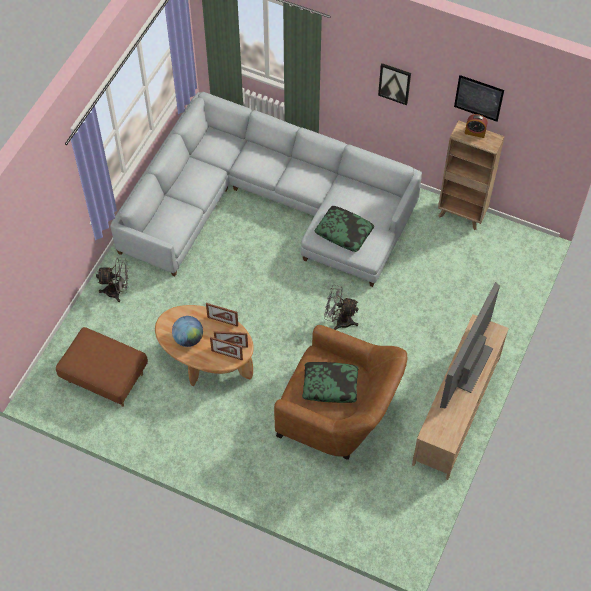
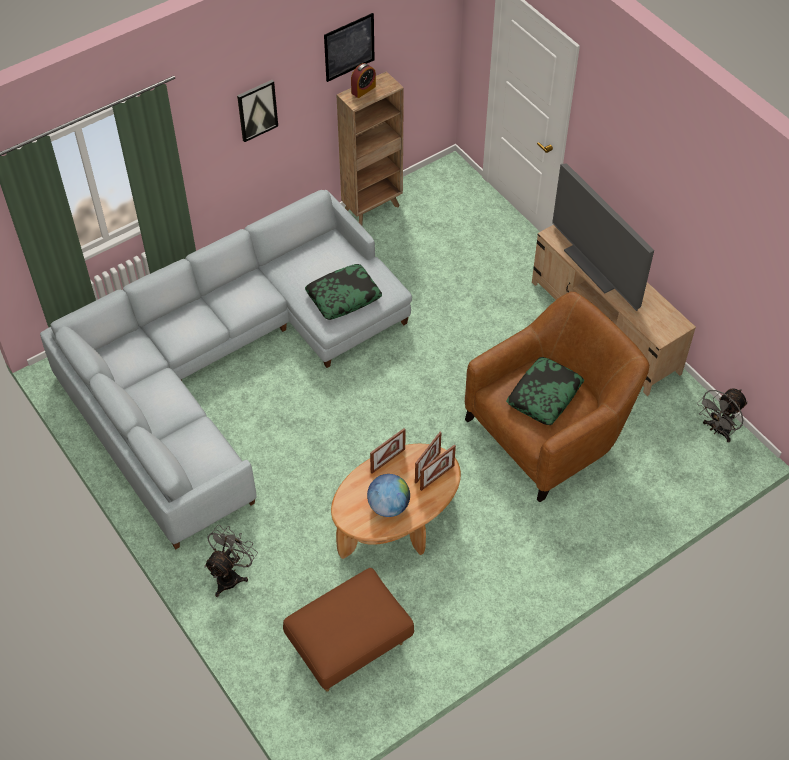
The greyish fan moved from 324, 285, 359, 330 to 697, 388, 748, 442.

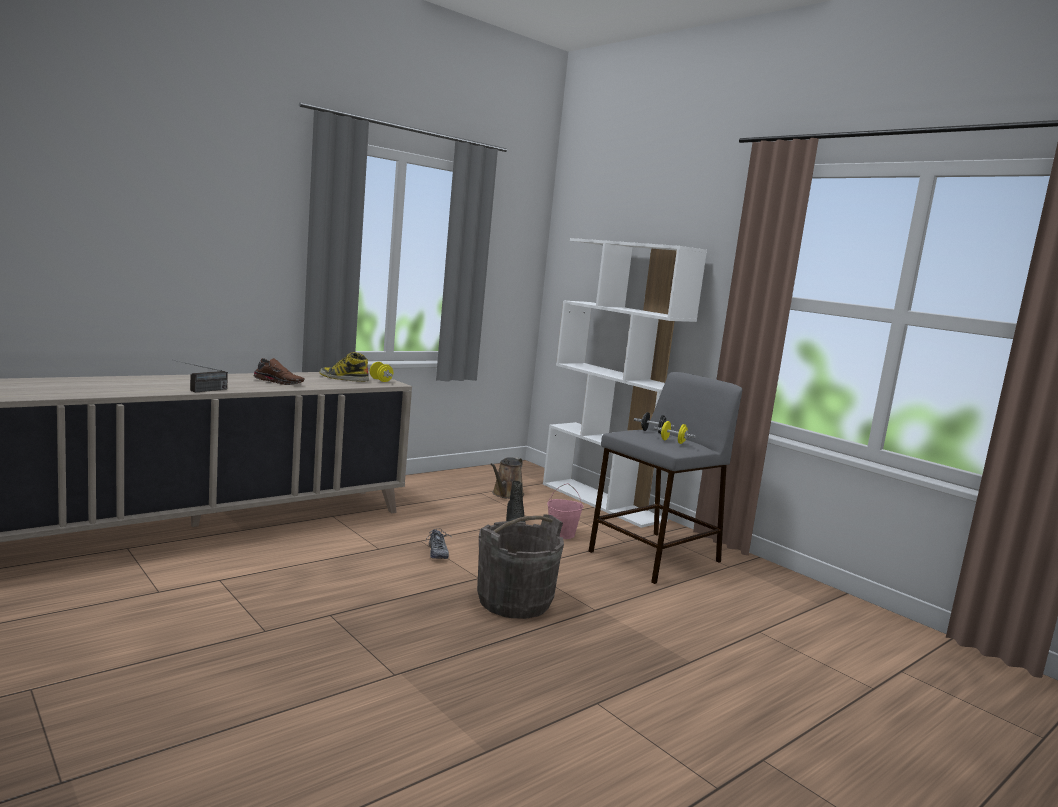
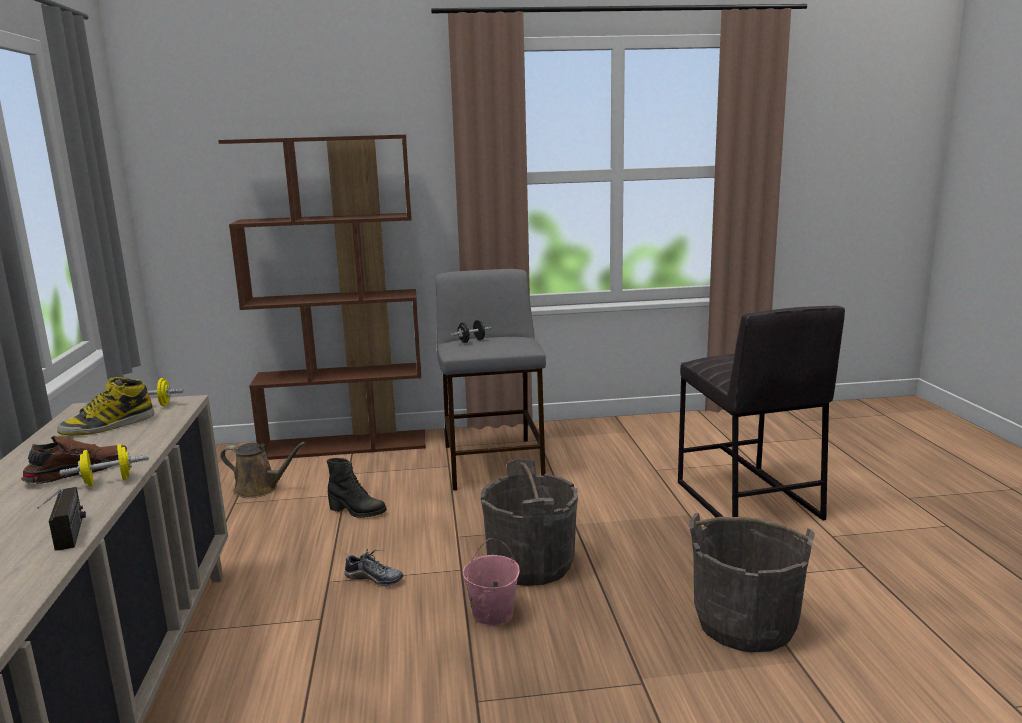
The brownish watering pot at 490, 457, 524, 499 turned 45 degrees counterclockwise.
The white bookshelf at 543, 238, 707, 528 became the brownish bookshelf at 218, 135, 426, 460.
The pink water bucket moved from 547, 484, 584, 539 to 463, 538, 520, 626.
The yellow dumbbell moved from 654, 421, 696, 444 to 60, 444, 149, 487.
The greyish stool seat at 678, 306, 845, 521 appeared.
The greyish water bucket at 689, 513, 815, 652 appeared.

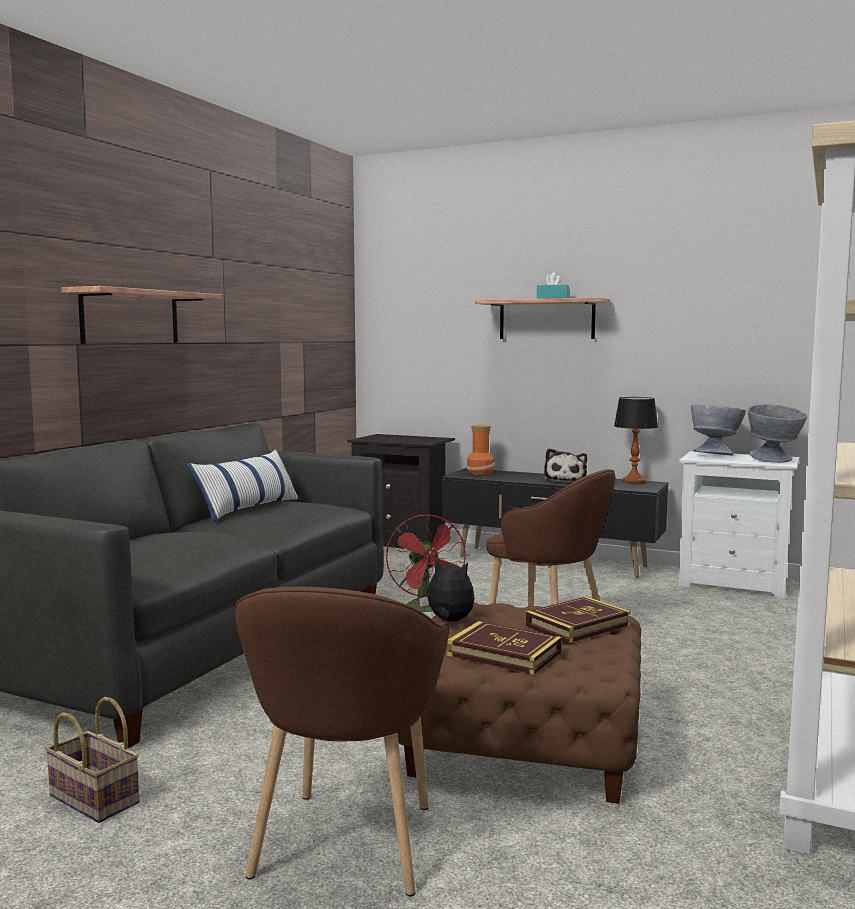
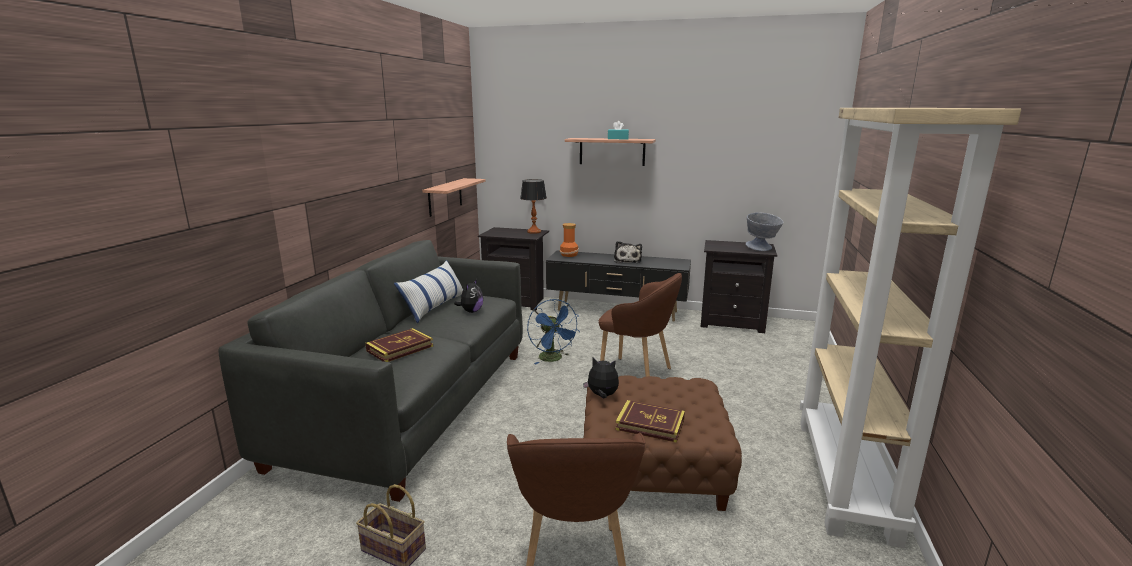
The bracket shelf moved from 61, 286, 222, 344 to 422, 178, 486, 217.
The red fan at 386, 514, 467, 612 became the bluish fan at 527, 299, 580, 364.
The bound book moved from 525, 596, 631, 643 to 365, 328, 433, 362.
The tabletop lamp moved from 614, 397, 658, 484 to 520, 179, 547, 234.
The white night table at 678, 451, 799, 599 became the black night table at 701, 240, 777, 333.
The greyish serving bowl at 691, 404, 746, 455 disappeared.
The cuddly toy at 454, 279, 483, 313 appeared.

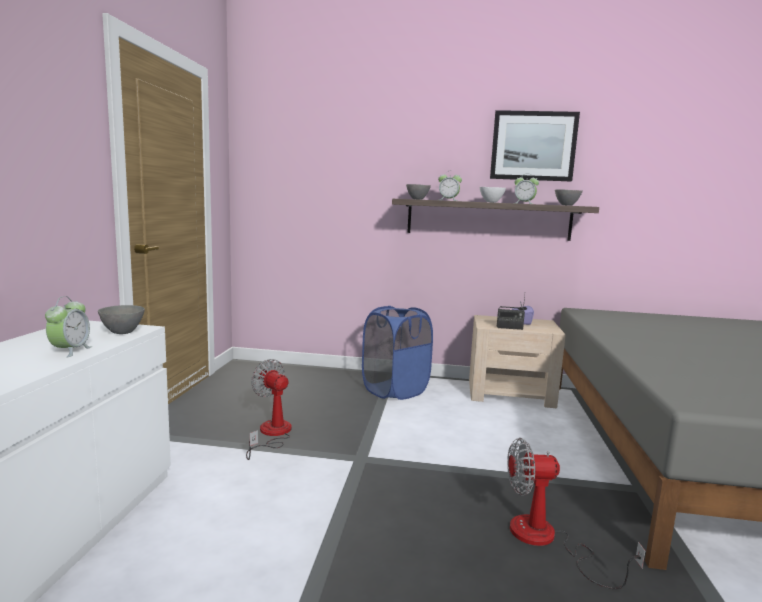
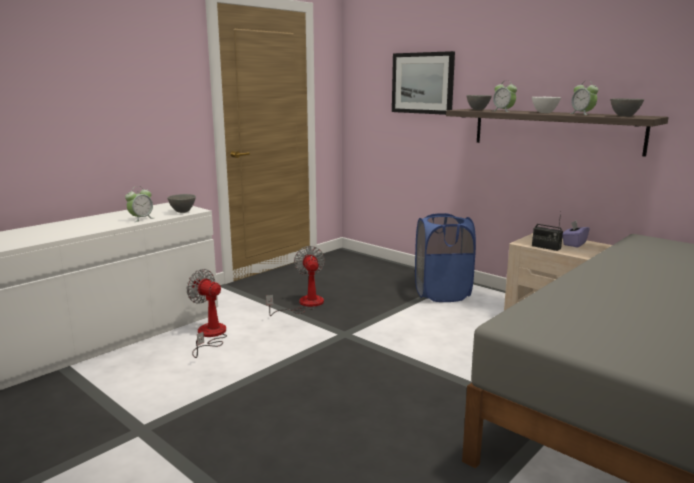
The wall art moved from 490, 110, 580, 181 to 392, 51, 455, 115.
The fan moved from 507, 438, 645, 589 to 186, 269, 227, 358.

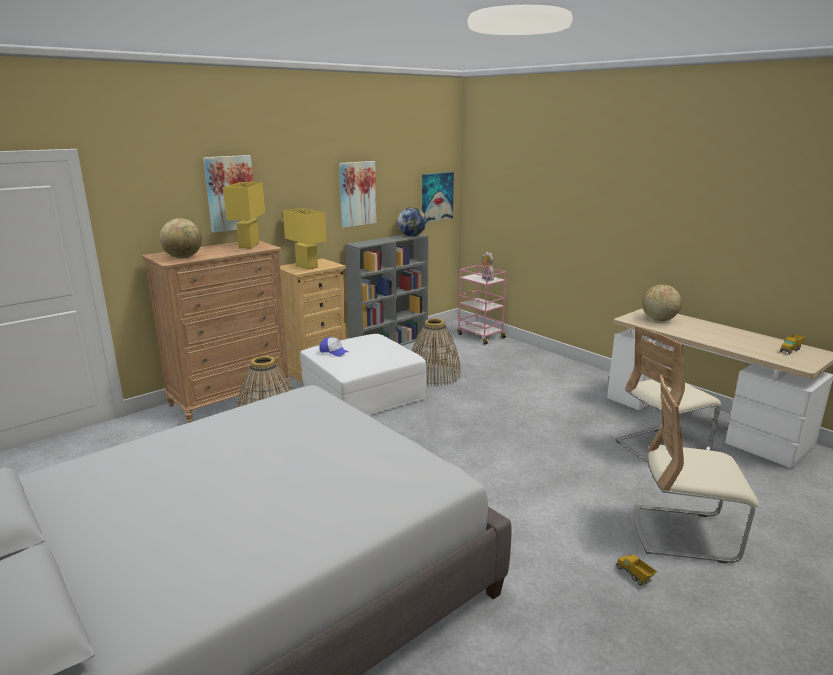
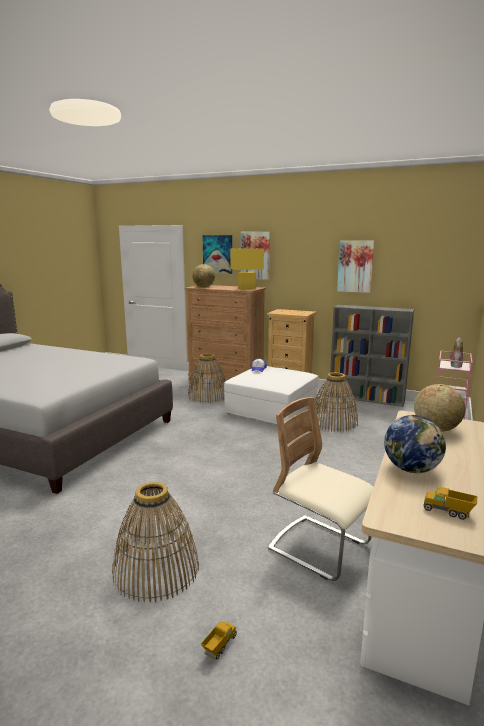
The yellow tabletop lamp at 283, 208, 326, 270 disappeared.
The world globe moved from 398, 207, 427, 236 to 384, 415, 446, 473.
The wall art moved from 422, 172, 454, 222 to 202, 235, 232, 274.
The toy truck moved from 616, 554, 657, 585 to 201, 621, 237, 660.
The sand-coloured plain chair at 634, 375, 759, 563 was replaced by the basket at 112, 482, 199, 603.

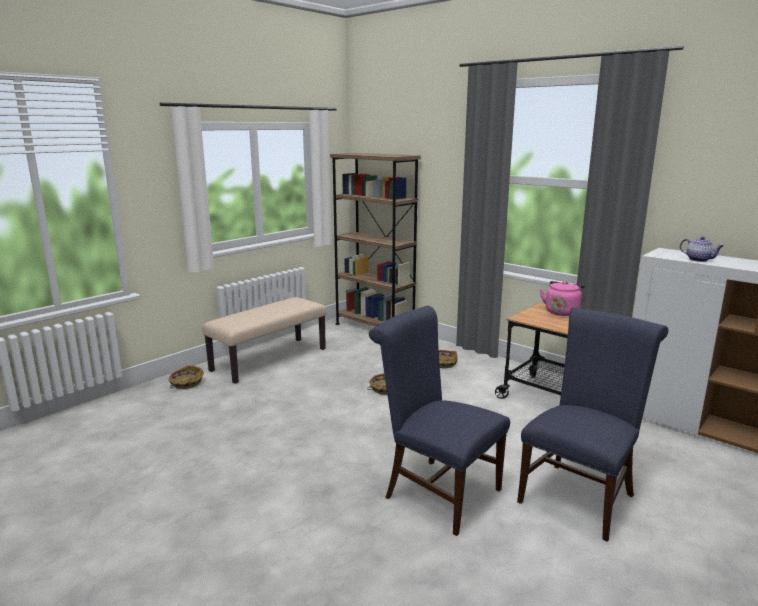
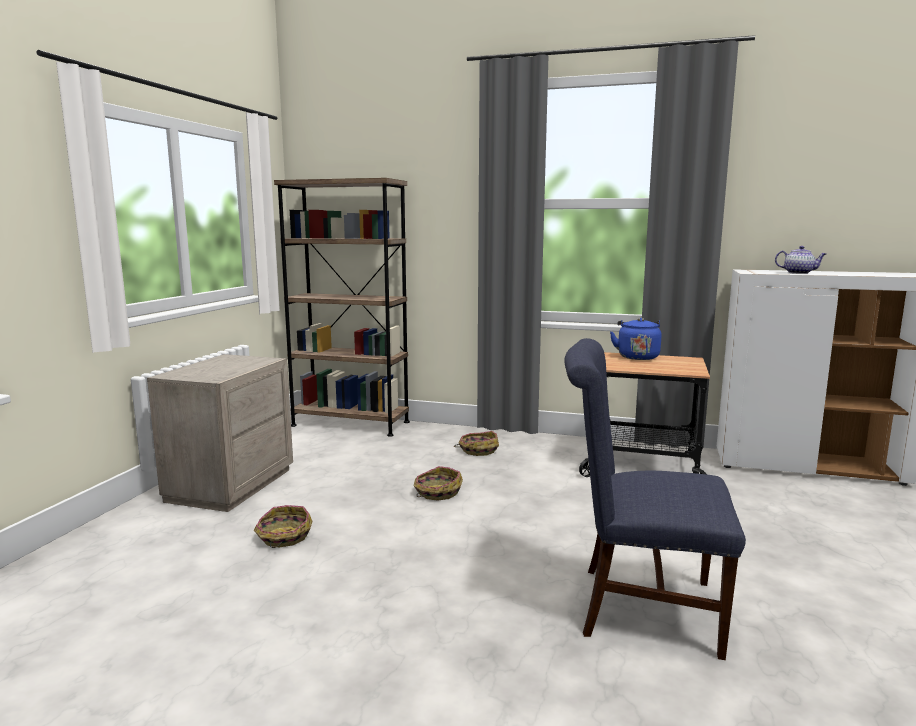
The basket moved from 168, 365, 204, 389 to 254, 505, 313, 548.
The sand-coloured bench at 202, 297, 327, 384 was replaced by the sand-coloured night table at 147, 354, 293, 512.
The bluish plain chair at 517, 307, 668, 542 disappeared.
The pink water kettle at 540, 281, 585, 316 became the bluish water kettle at 610, 318, 662, 360.

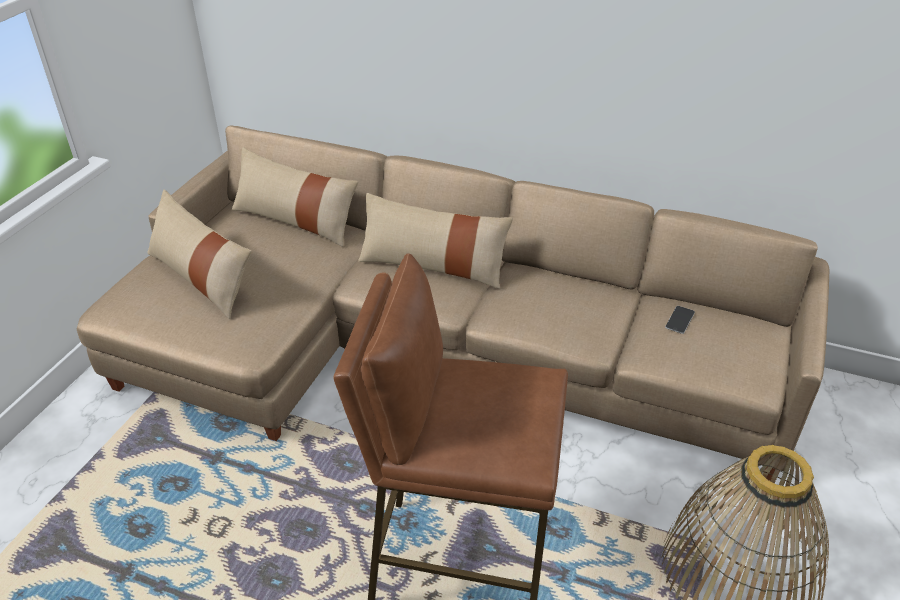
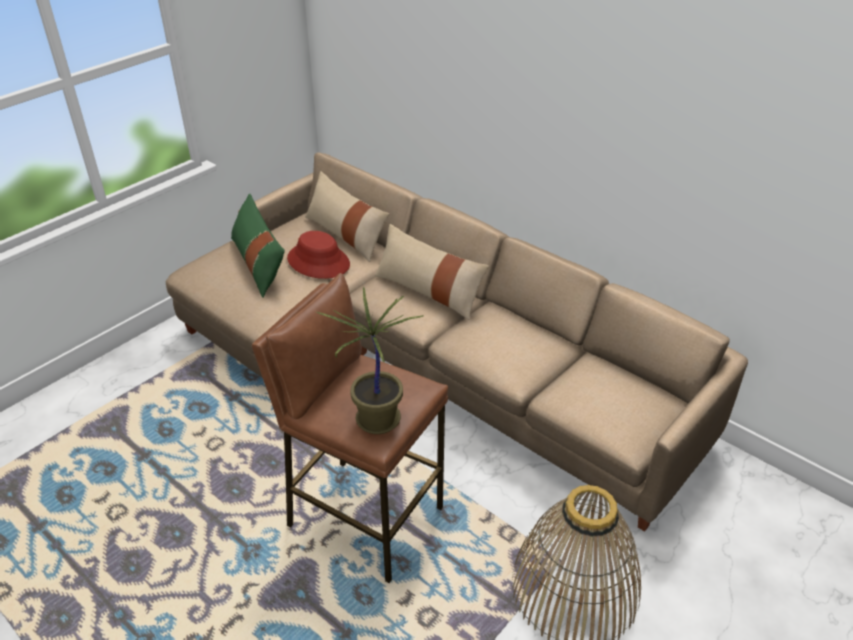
The sand-coloured cushion at 147, 190, 251, 319 became the greenish cushion at 231, 193, 285, 297.
The phone at 665, 306, 695, 334 disappeared.
The red clothing hat at 287, 231, 350, 279 appeared.
The potted plant at 316, 287, 424, 434 appeared.

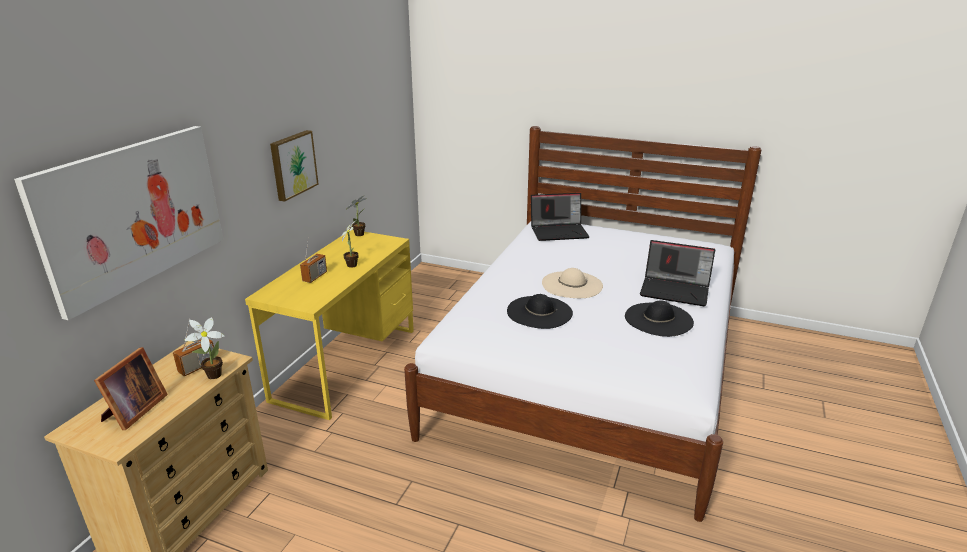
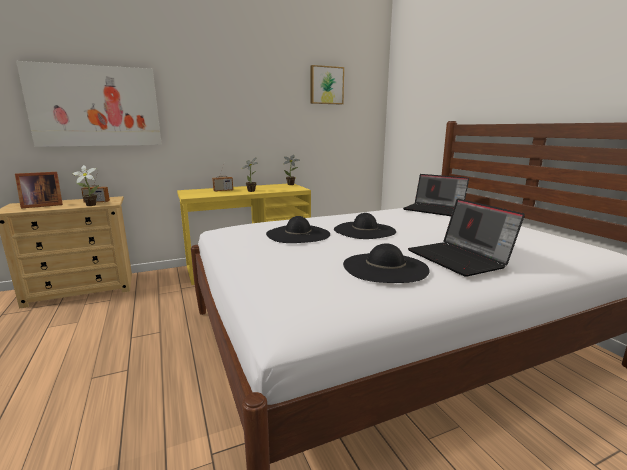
The wall art moved from 270, 130, 319, 202 to 311, 65, 344, 105.
The sand-coloured clothing hat at 542, 268, 603, 298 became the black clothing hat at 334, 213, 396, 239.

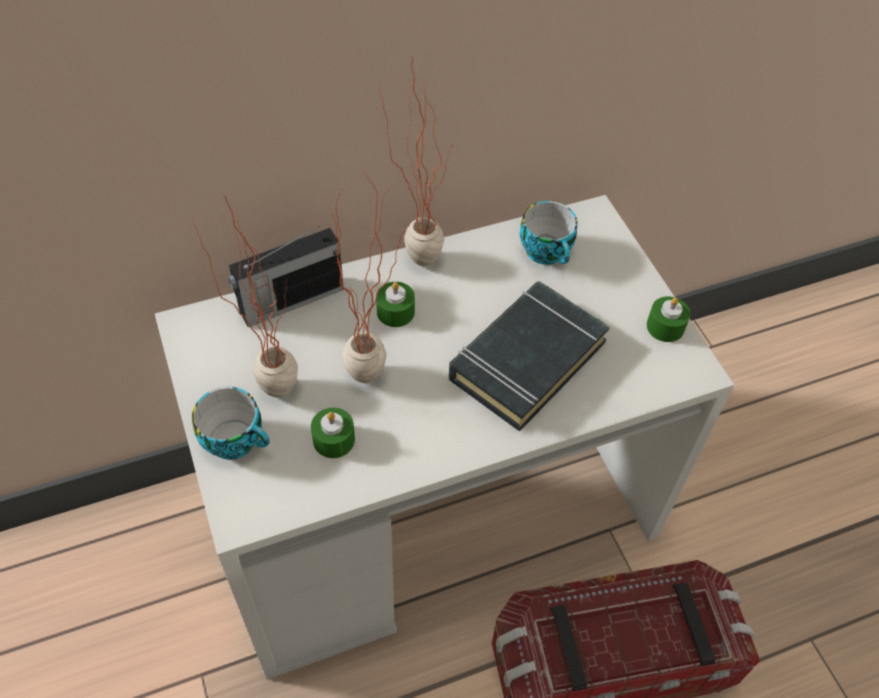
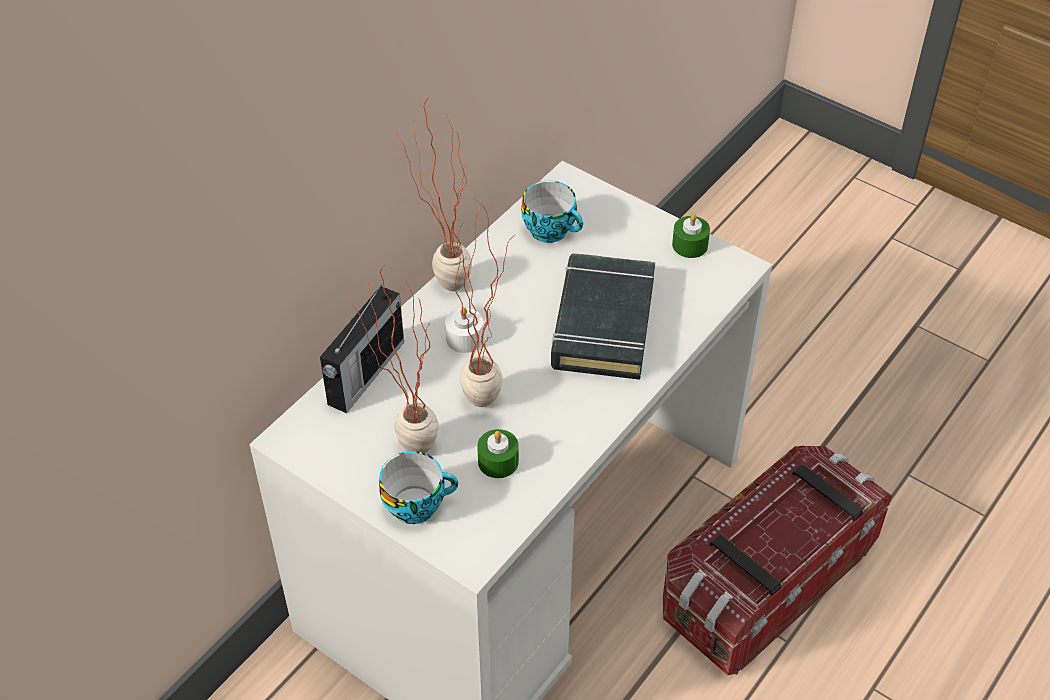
The greenish wax candle at 376, 282, 415, 327 became the white wax candle at 445, 307, 484, 353.

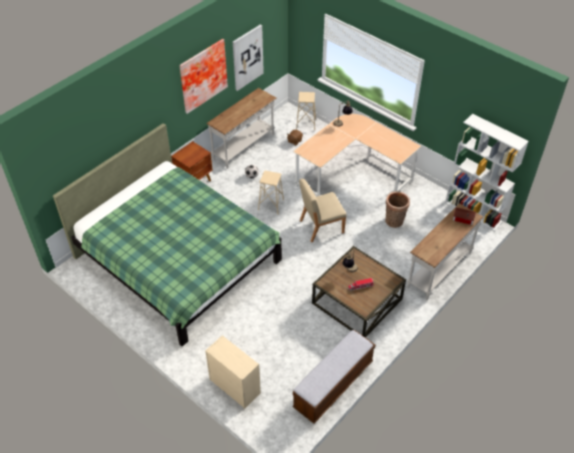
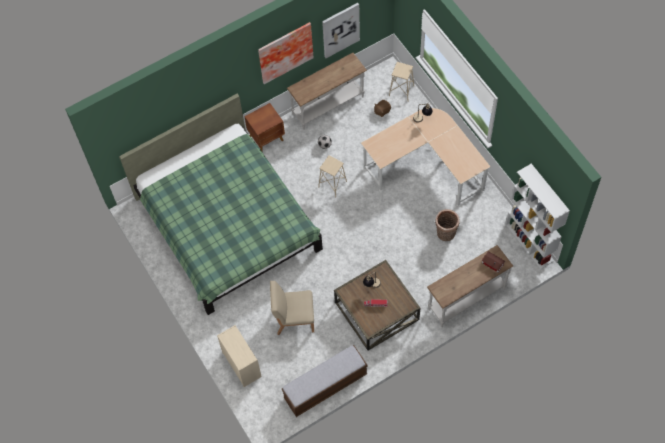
The sand-coloured plain chair moved from 299, 178, 346, 242 to 270, 281, 314, 335.

